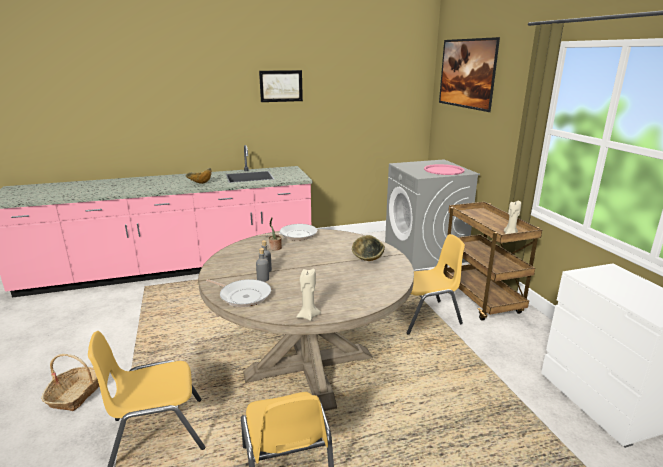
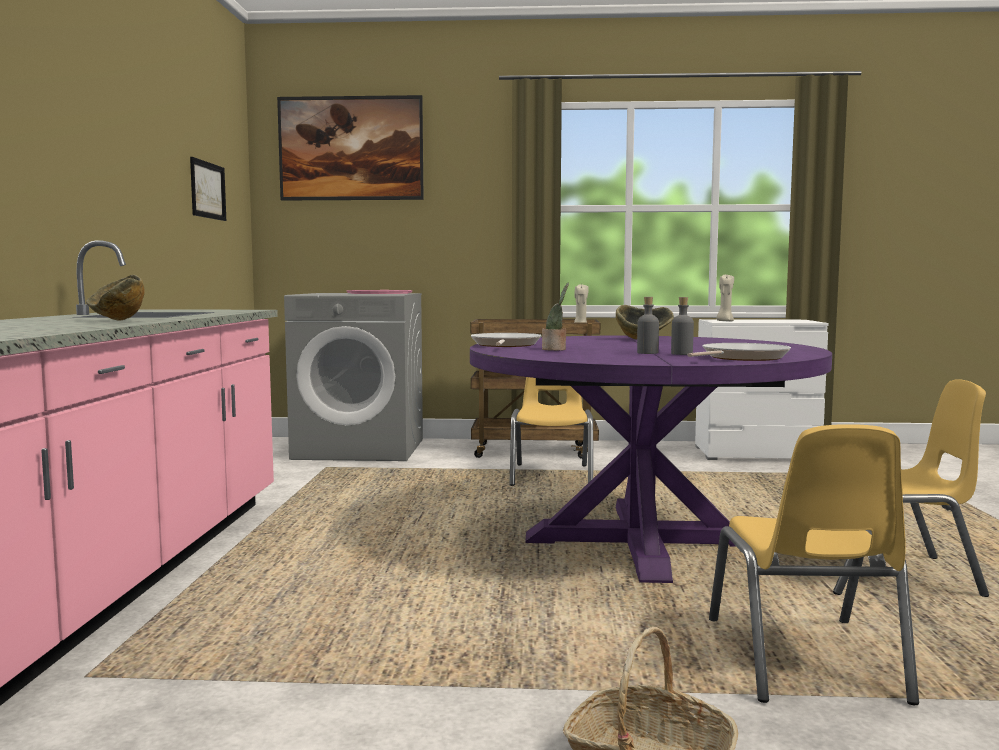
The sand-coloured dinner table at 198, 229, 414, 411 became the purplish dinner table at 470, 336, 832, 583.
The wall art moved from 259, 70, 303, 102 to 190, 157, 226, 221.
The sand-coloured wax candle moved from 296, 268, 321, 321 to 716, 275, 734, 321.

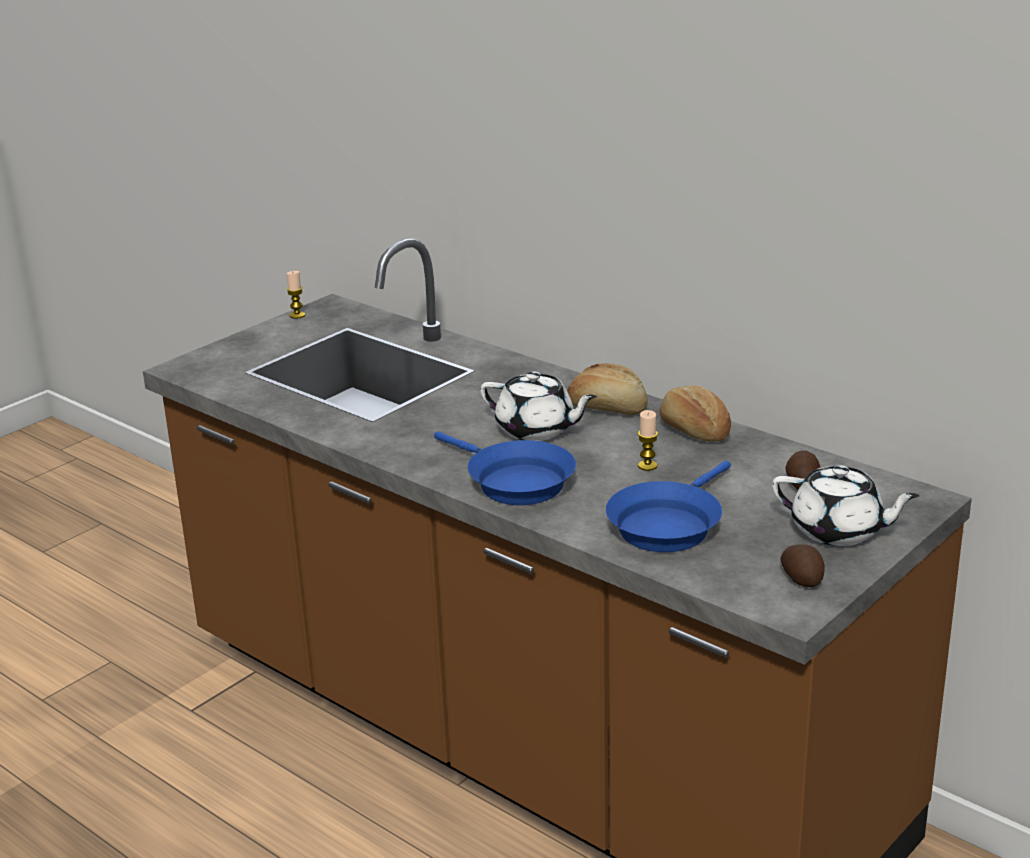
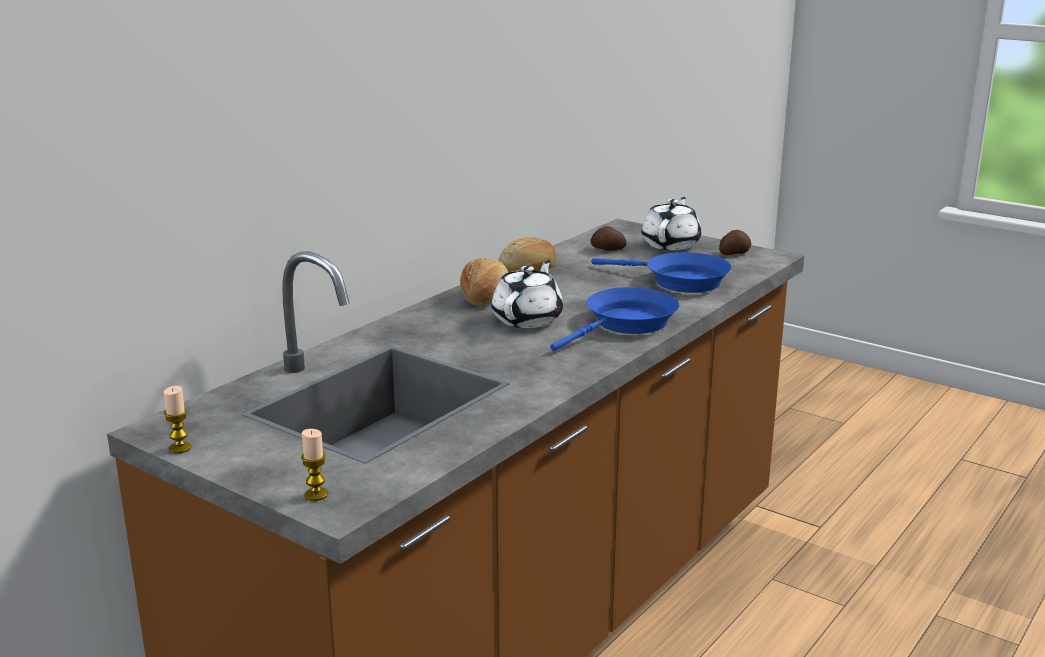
The wax candle moved from 638, 410, 658, 471 to 301, 429, 328, 501.

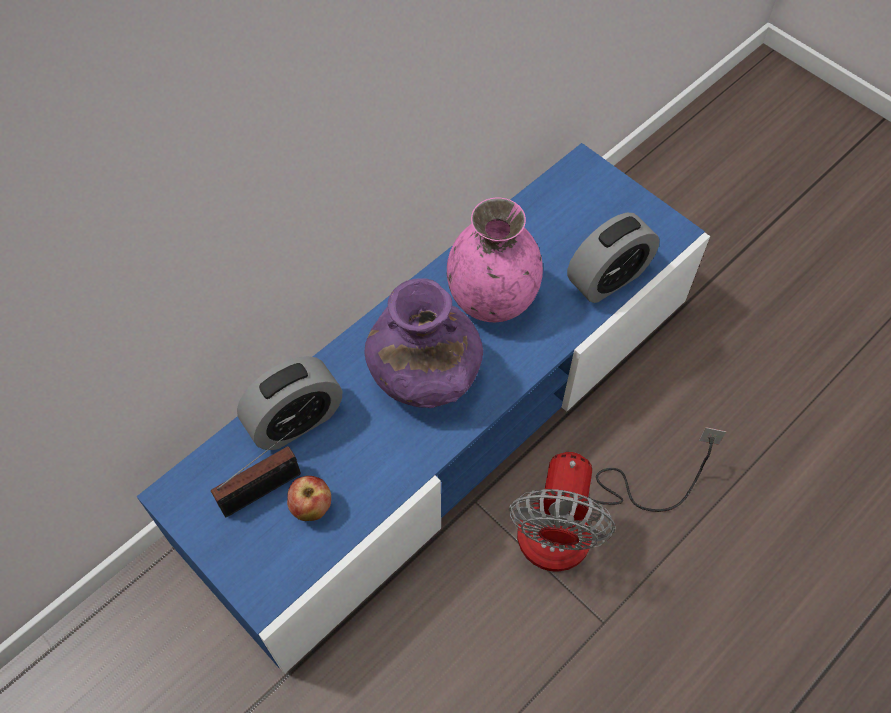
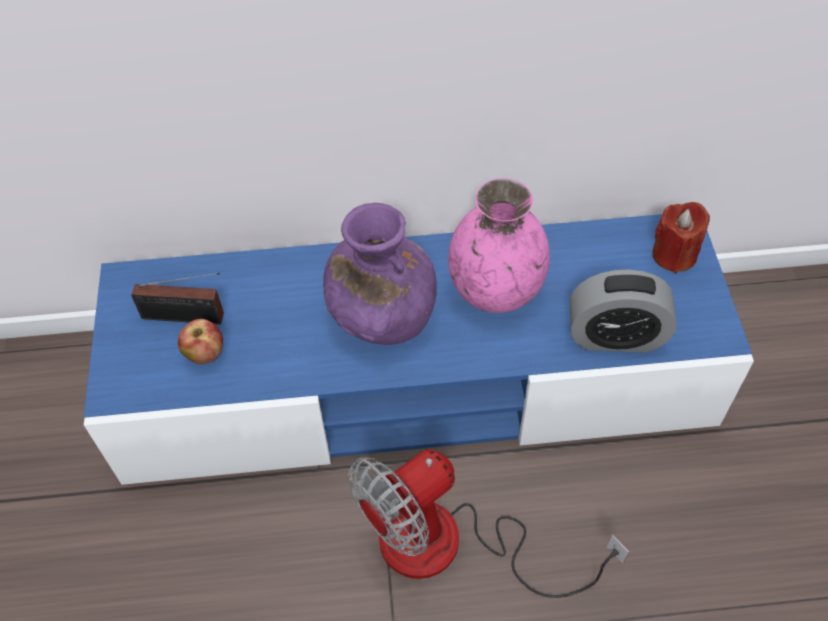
The table clock at 237, 356, 342, 450 disappeared.
The red wax candle at 652, 202, 710, 273 appeared.

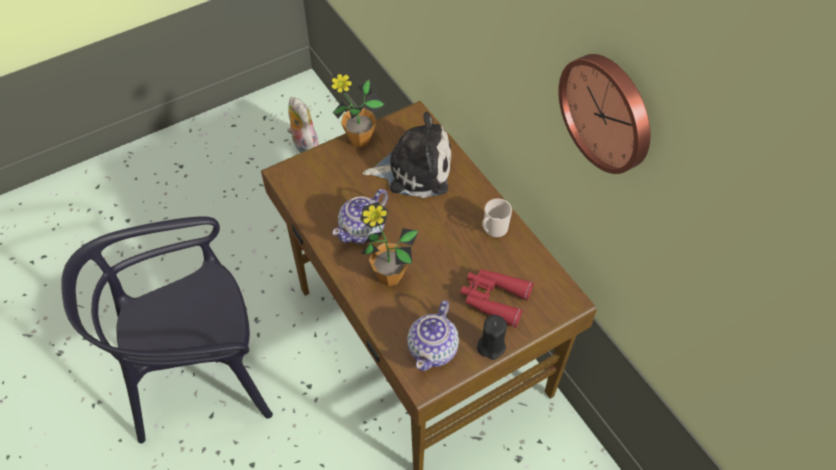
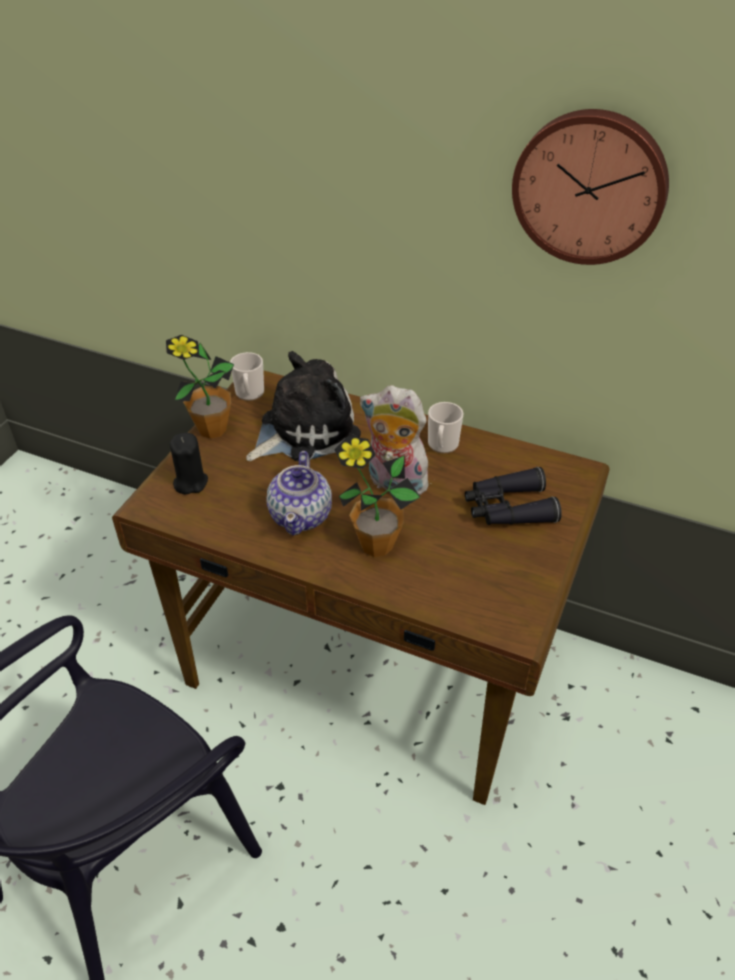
The cuddly toy moved from 287, 97, 319, 153 to 360, 385, 431, 495.
The teapot at 407, 300, 459, 371 disappeared.
The red field glasses at 460, 269, 534, 328 became the black field glasses at 465, 467, 562, 525.
The black wax candle moved from 477, 315, 507, 360 to 170, 433, 208, 494.
The coffee mug at 230, 352, 264, 401 appeared.

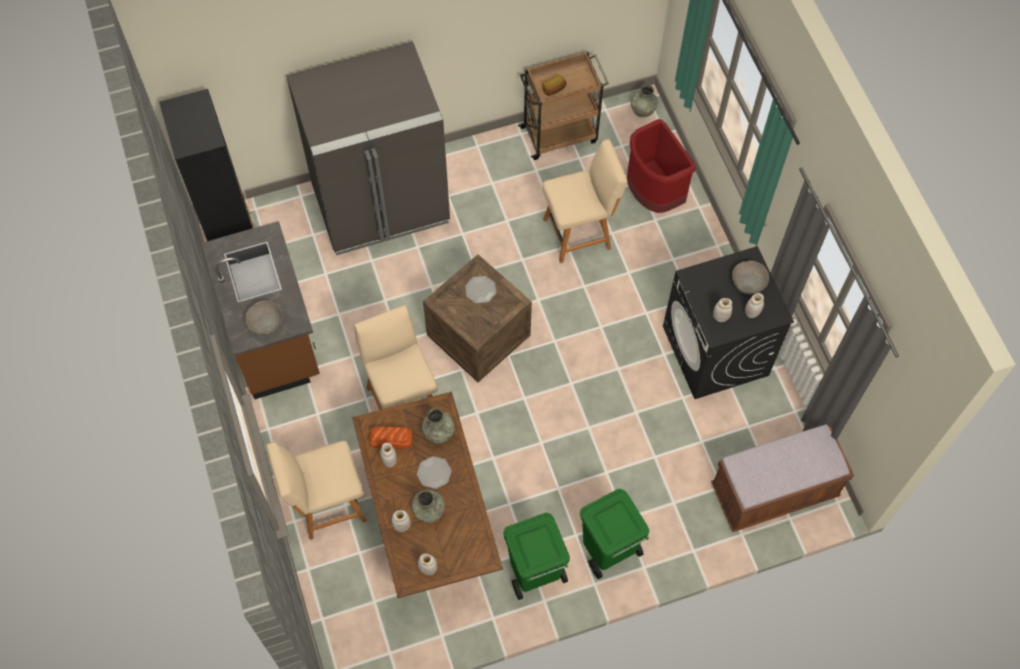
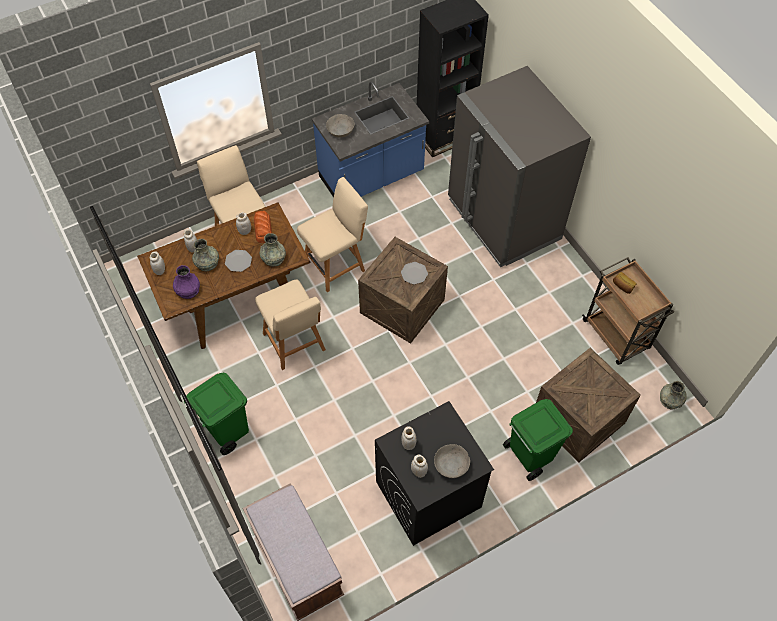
The brownish kitchen base unit at 203, 221, 320, 399 became the bluish kitchen base unit at 312, 82, 429, 198.
The greenish rubbish bin moved from 503, 513, 570, 600 to 503, 399, 573, 481.
The sand-coloured plain chair moved from 542, 139, 627, 263 to 255, 280, 326, 370.
The red rubbish bin at 627, 119, 696, 213 was replaced by the packing crate at 536, 348, 641, 463.
The purplish vase at 173, 265, 200, 299 appeared.

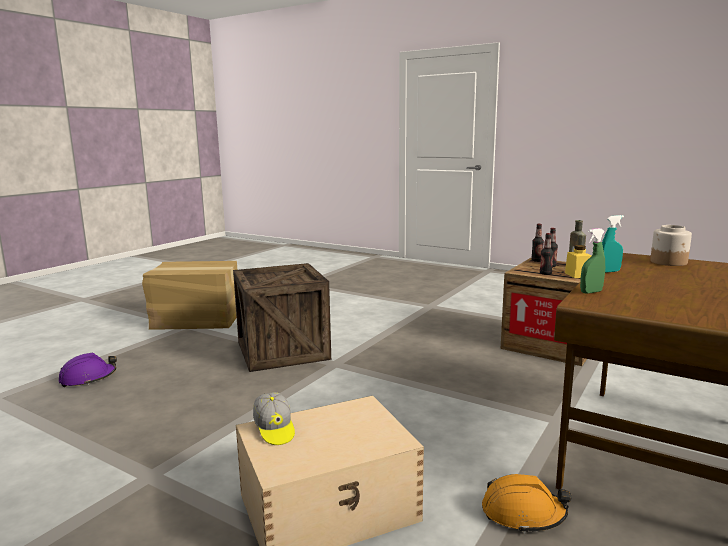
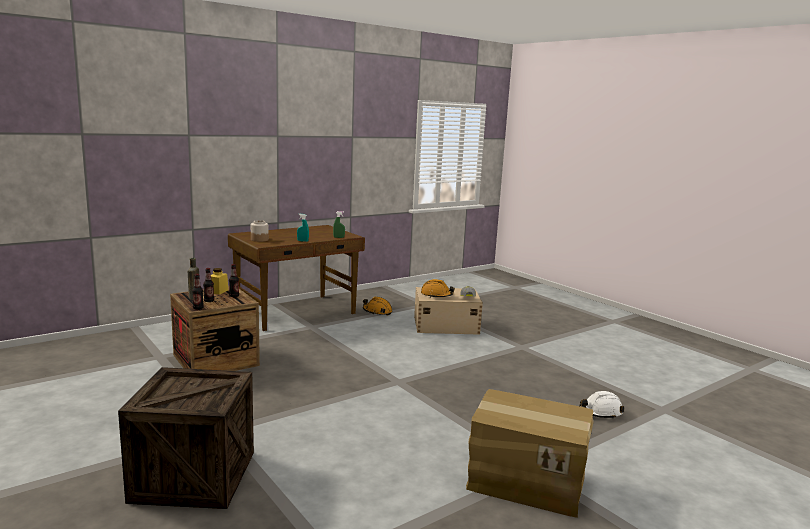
The purplish safety helmet at 59, 353, 117, 387 became the white safety helmet at 579, 391, 624, 419.
The packing crate moved from 233, 263, 331, 372 to 118, 367, 254, 509.
The orange-coloured safety helmet at 421, 279, 455, 298 appeared.

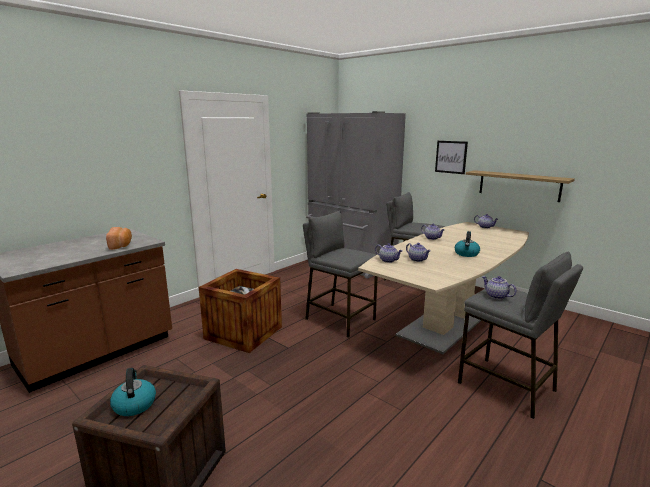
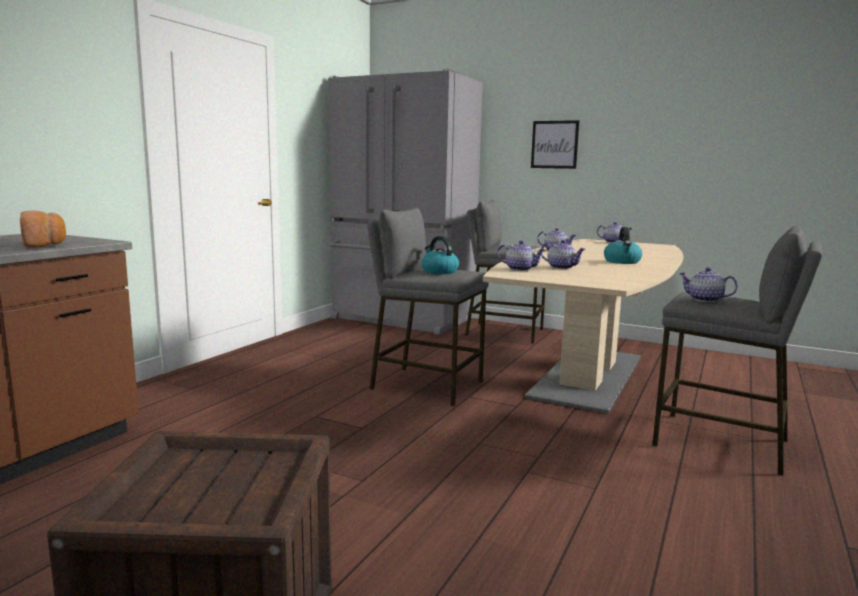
The water kettle moved from 110, 368, 156, 416 to 422, 236, 459, 274.
The packing crate at 199, 269, 282, 353 disappeared.
The bracket shelf at 466, 170, 575, 202 disappeared.

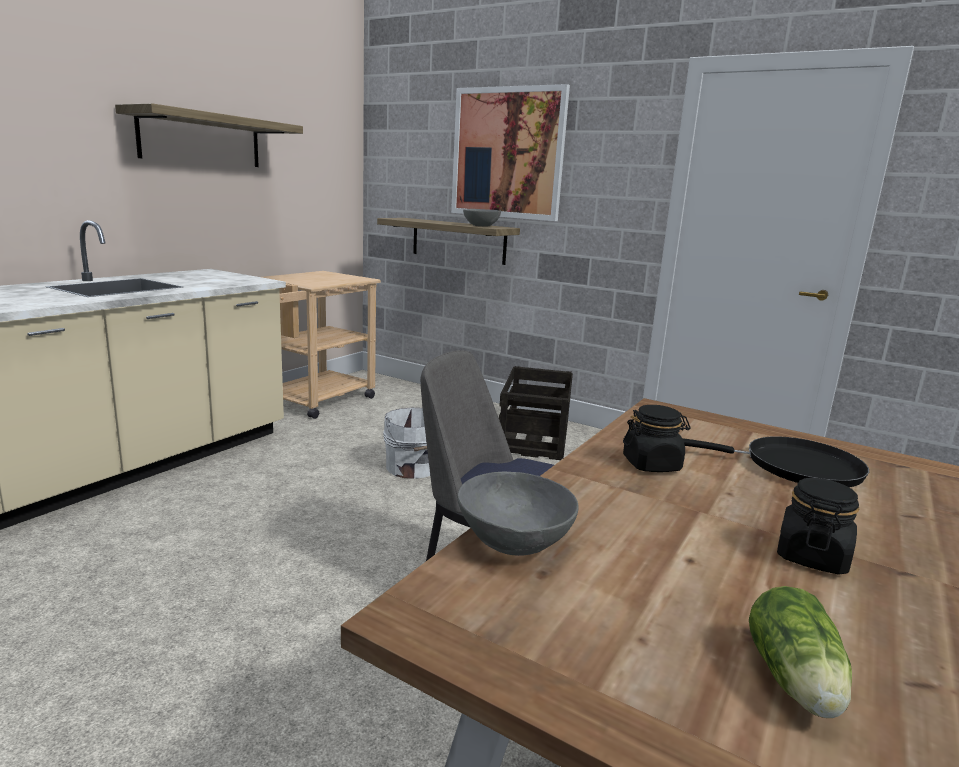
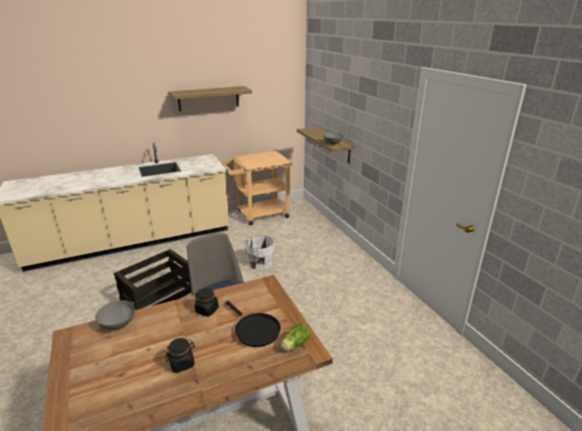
The wall art at 451, 84, 570, 221 disappeared.
The packing crate moved from 499, 366, 573, 460 to 114, 249, 191, 310.
The lettuce moved from 749, 586, 852, 718 to 281, 324, 310, 351.

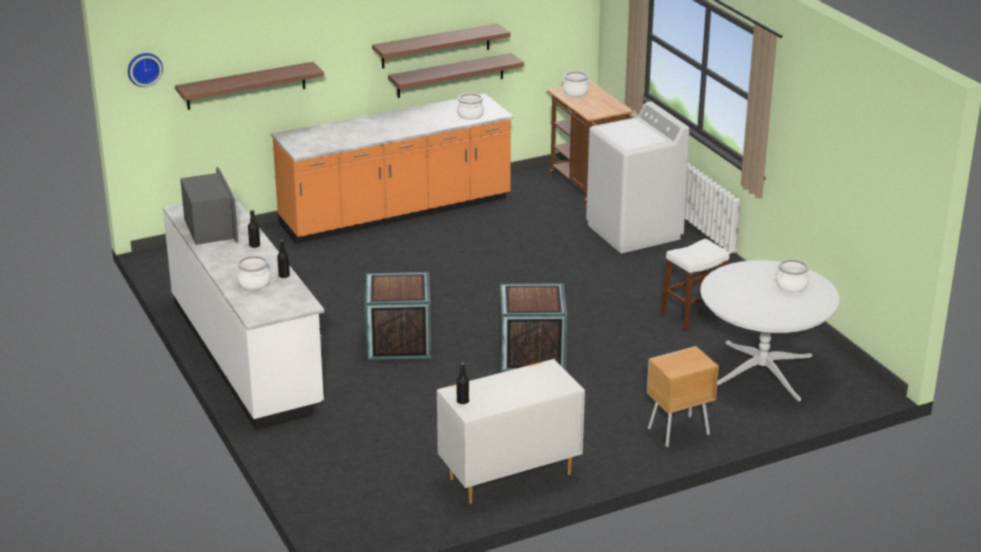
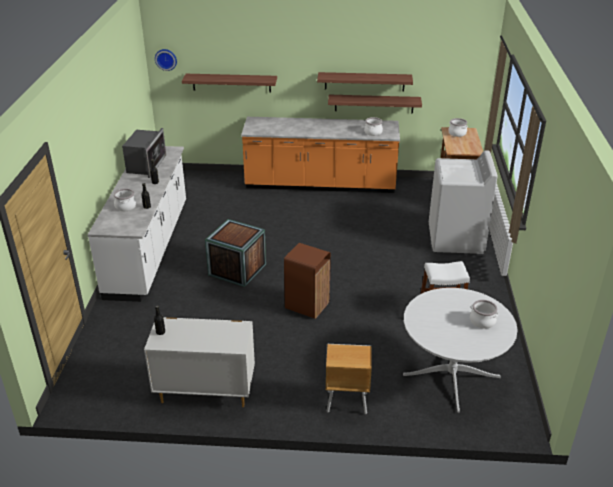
The packing crate at 500, 283, 567, 372 was replaced by the brownish rubbish bin at 284, 243, 331, 319.

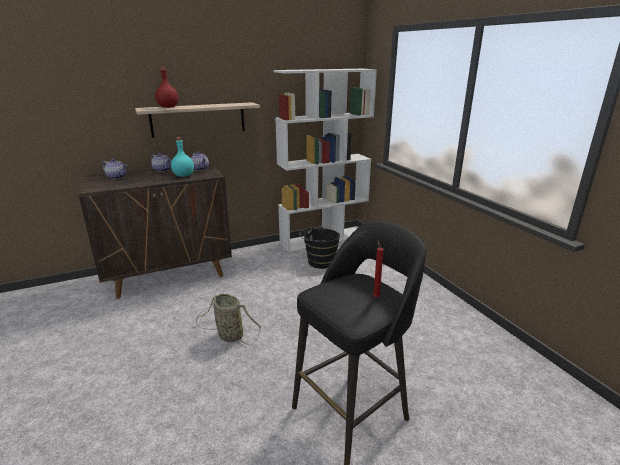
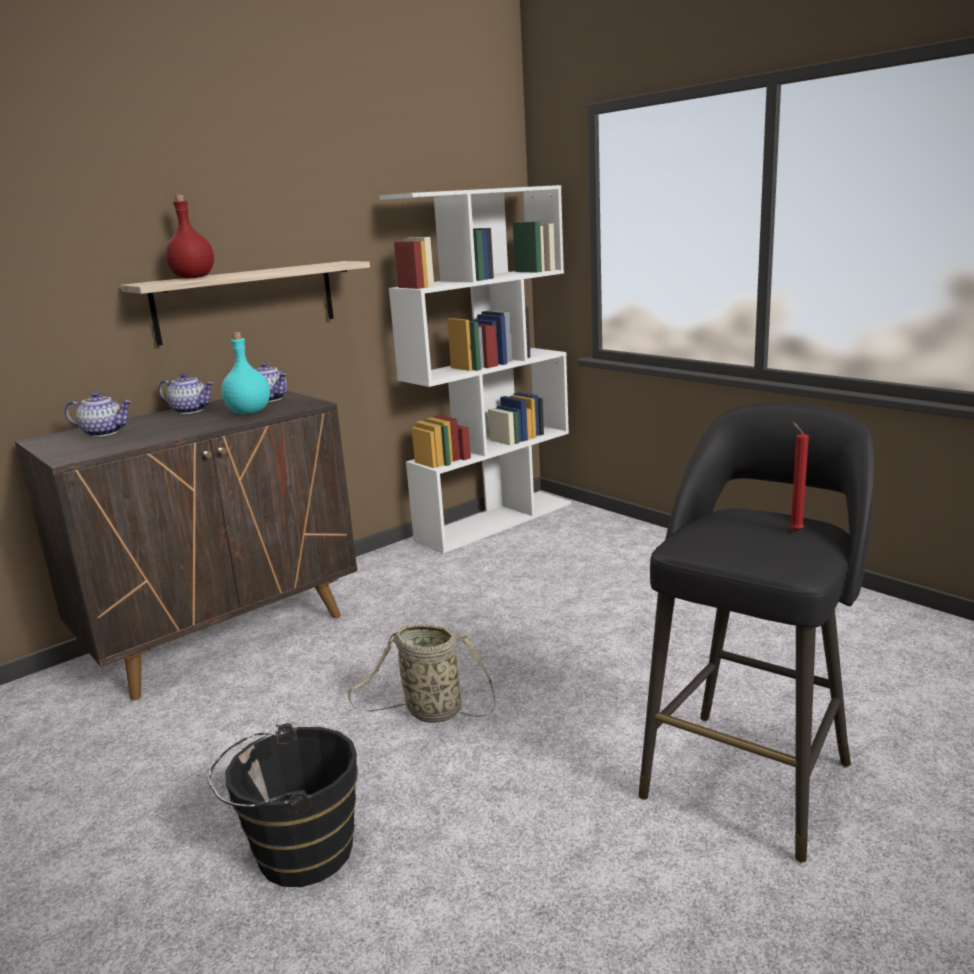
The black water bucket moved from 300, 226, 340, 269 to 208, 723, 358, 887.

